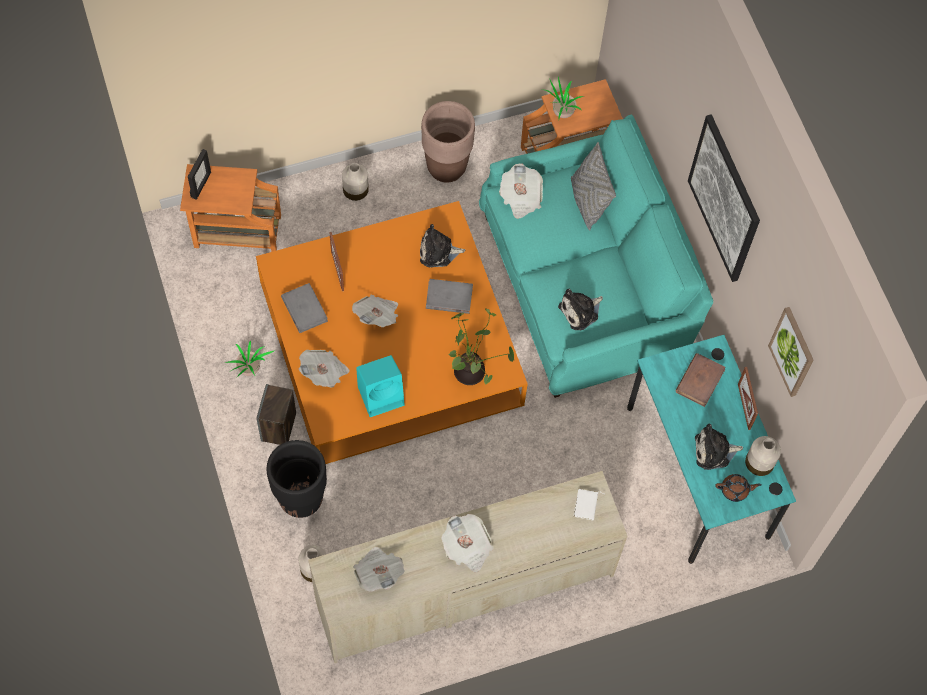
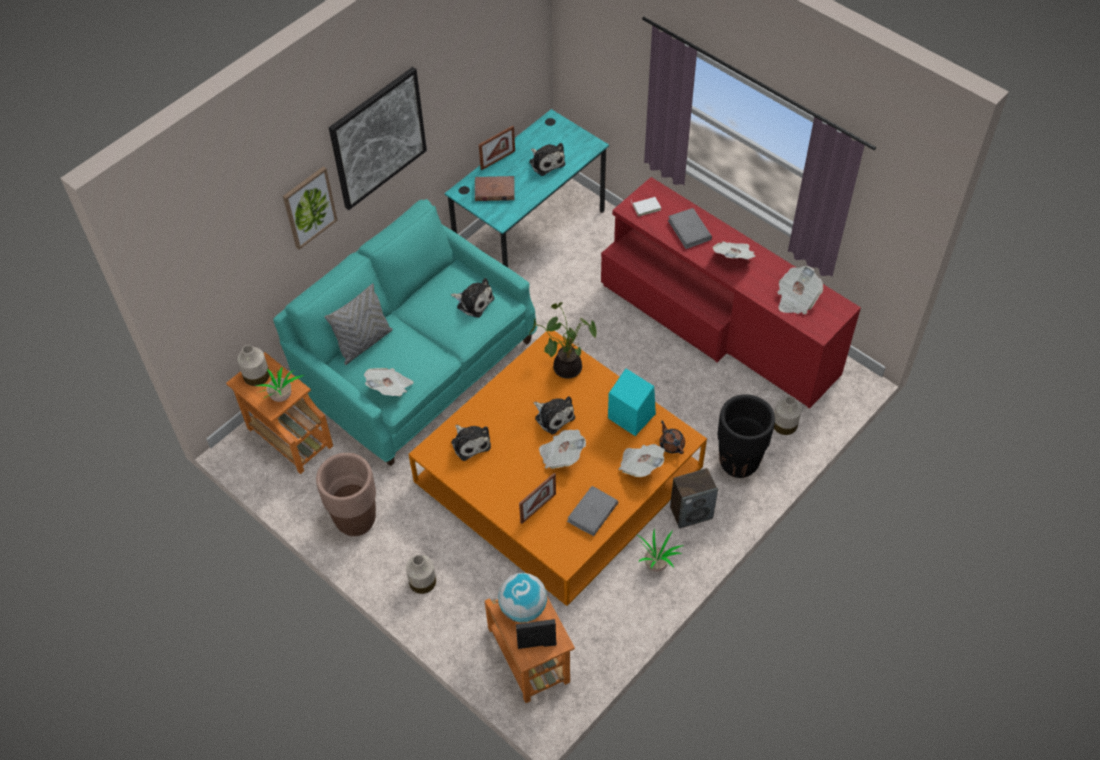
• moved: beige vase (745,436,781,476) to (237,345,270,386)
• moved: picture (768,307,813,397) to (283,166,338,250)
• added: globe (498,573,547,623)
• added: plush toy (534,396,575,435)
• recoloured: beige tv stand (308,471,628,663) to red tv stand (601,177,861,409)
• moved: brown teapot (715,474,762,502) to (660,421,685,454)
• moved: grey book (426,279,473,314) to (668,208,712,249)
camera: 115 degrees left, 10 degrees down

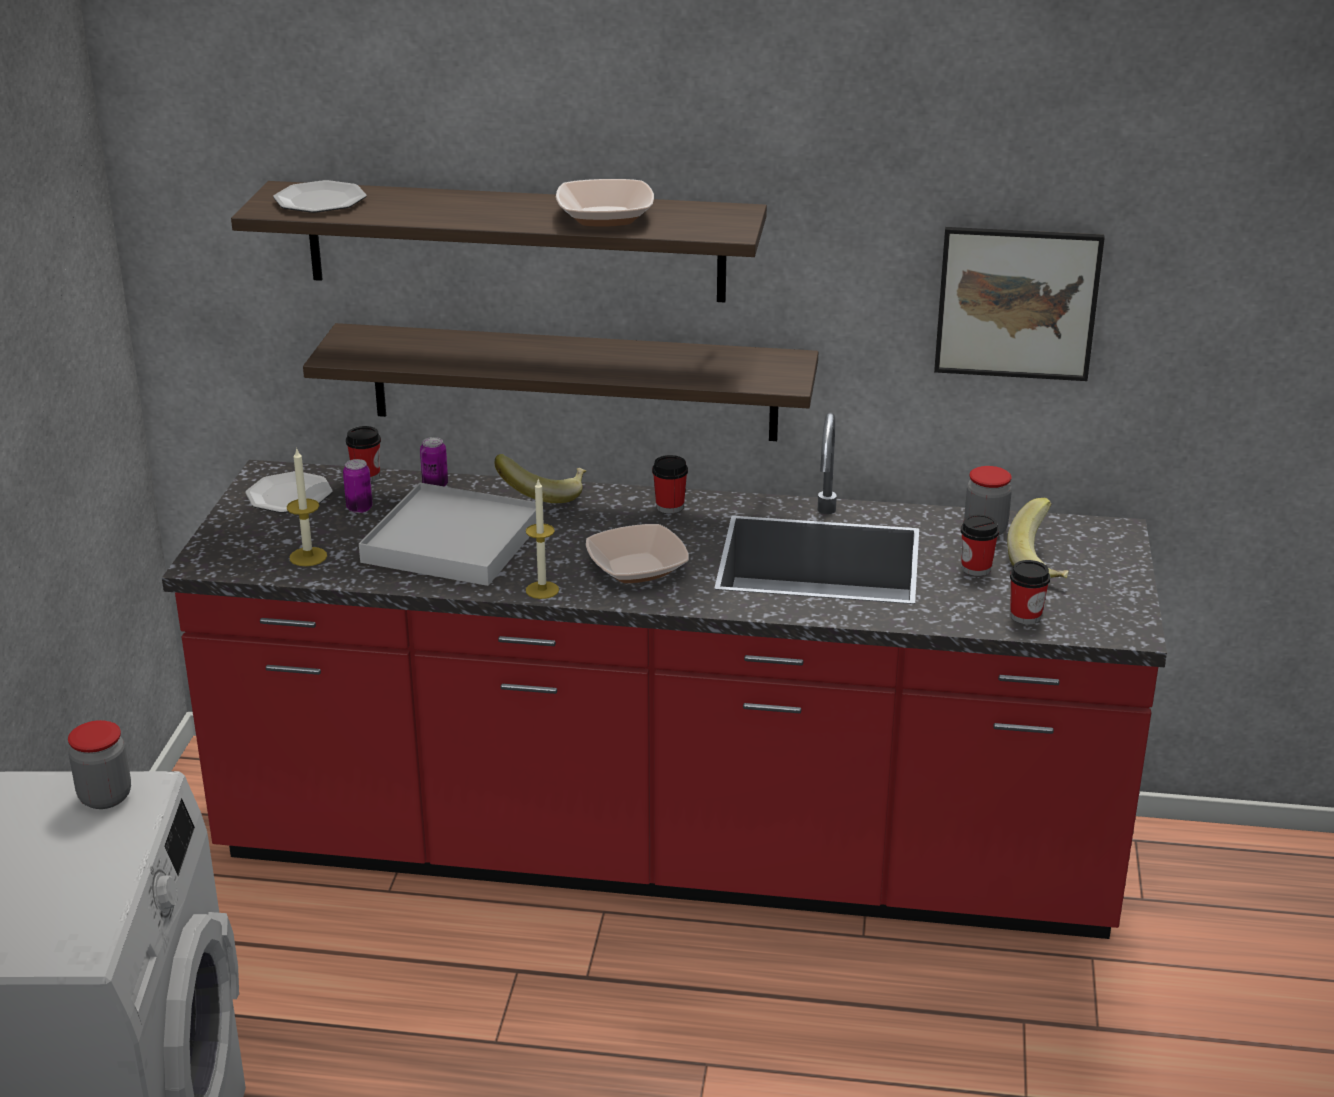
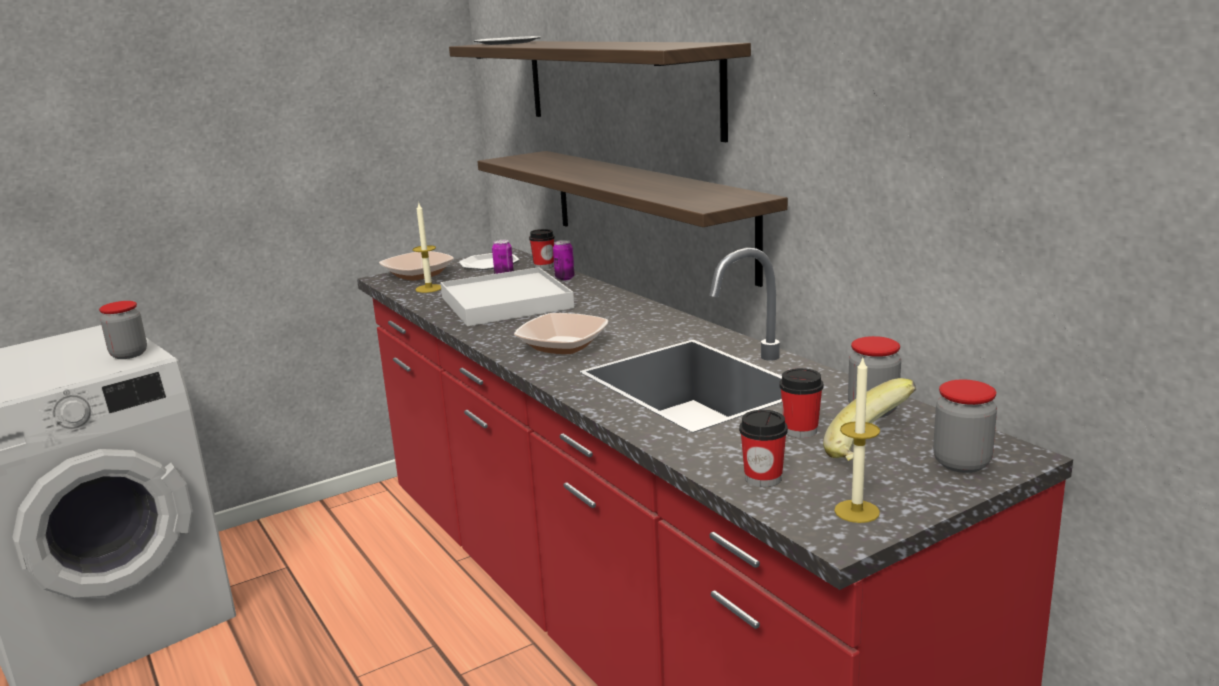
• moved: bowl (556,179,654,227) to (379,251,454,281)
• moved: candle (526,478,559,599) to (834,358,880,523)
• added: jar (933,379,997,473)
• removed: banana (495,454,586,503)
• removed: cup (652,455,688,513)
• removed: picture (934,227,1105,381)
camera: 50 degrees right, 10 degrees down

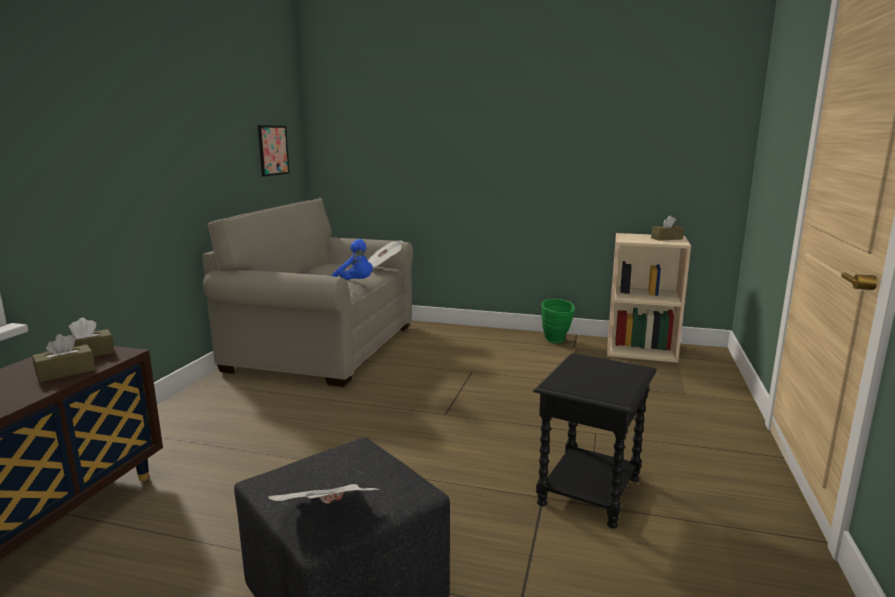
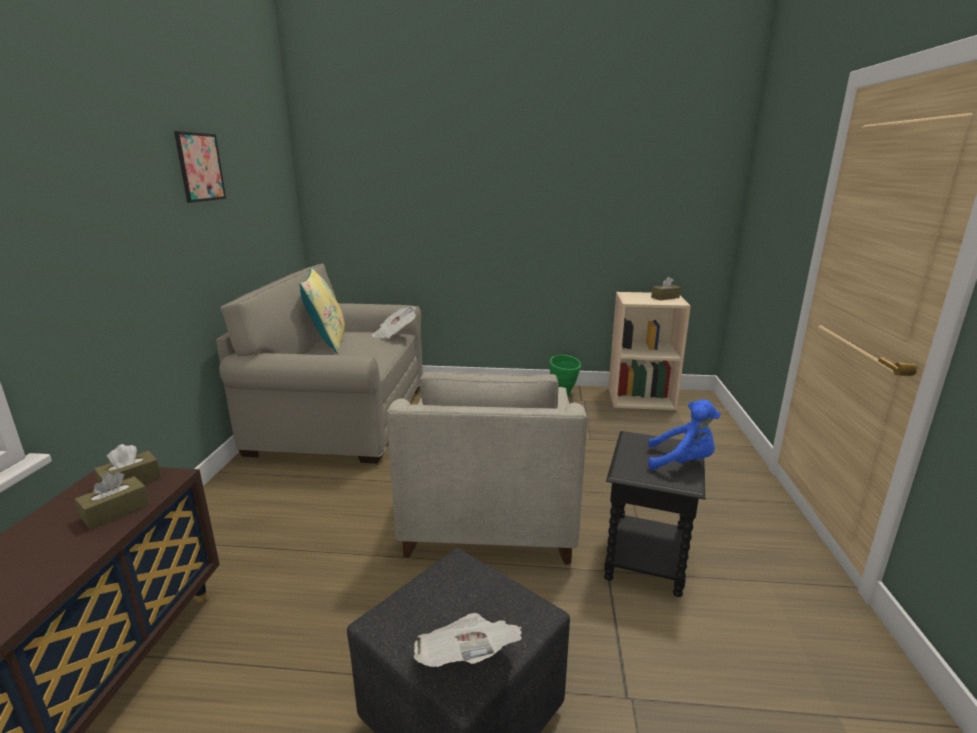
• moved: picture (258,125,289,176) to (174,131,226,203)
• added: yellow pillow (300,268,345,353)
• added: beige armchair (387,372,587,565)
• moved: blue plush toy (331,239,373,280) to (648,400,720,470)
camera: 10 degrees left, 5 degrees up

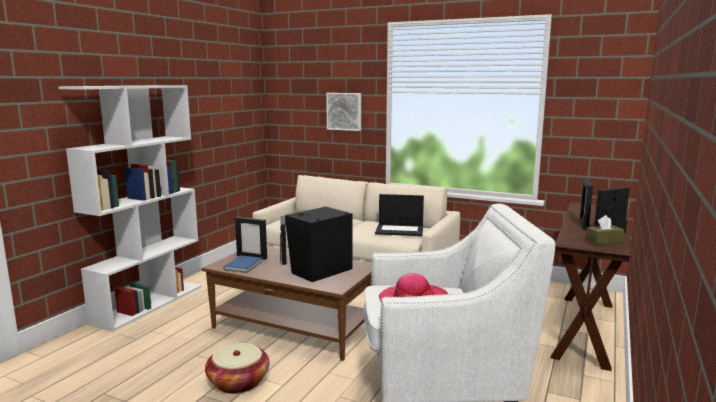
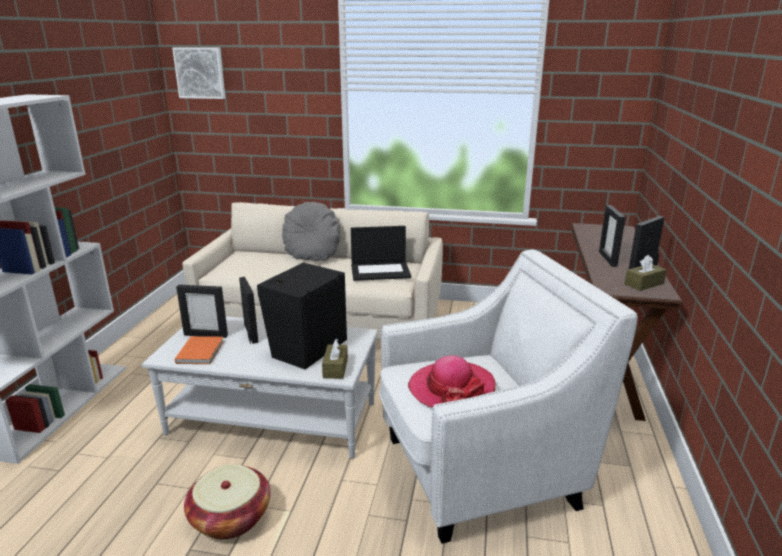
• recoloured: brown coffee table (202,248,372,361) to white coffee table (141,316,378,459)
• moved: picture (326,93,361,131) to (172,47,225,99)
• recoloured: blue book (224,255,263,273) to orange book (175,336,224,364)
• added: grey pillow (282,202,341,261)
• added: brown tissue box (322,339,348,379)
camera: 15 degrees left, 10 degrees up

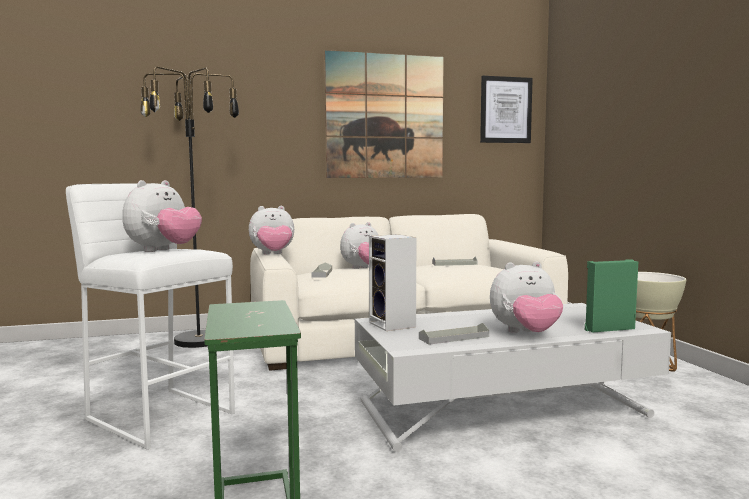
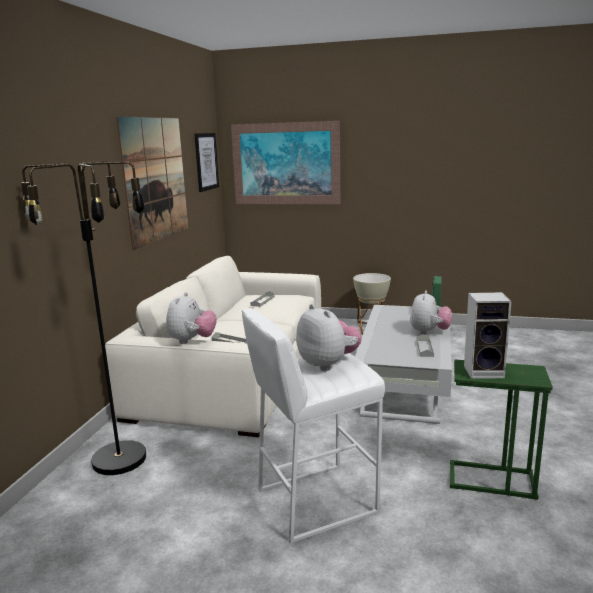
• added: picture (231,121,340,204)
• moved: speaker (369,234,416,331) to (464,292,511,379)
• removed: plush toy (340,222,378,269)
camera: 60 degrees left, 10 degrees up

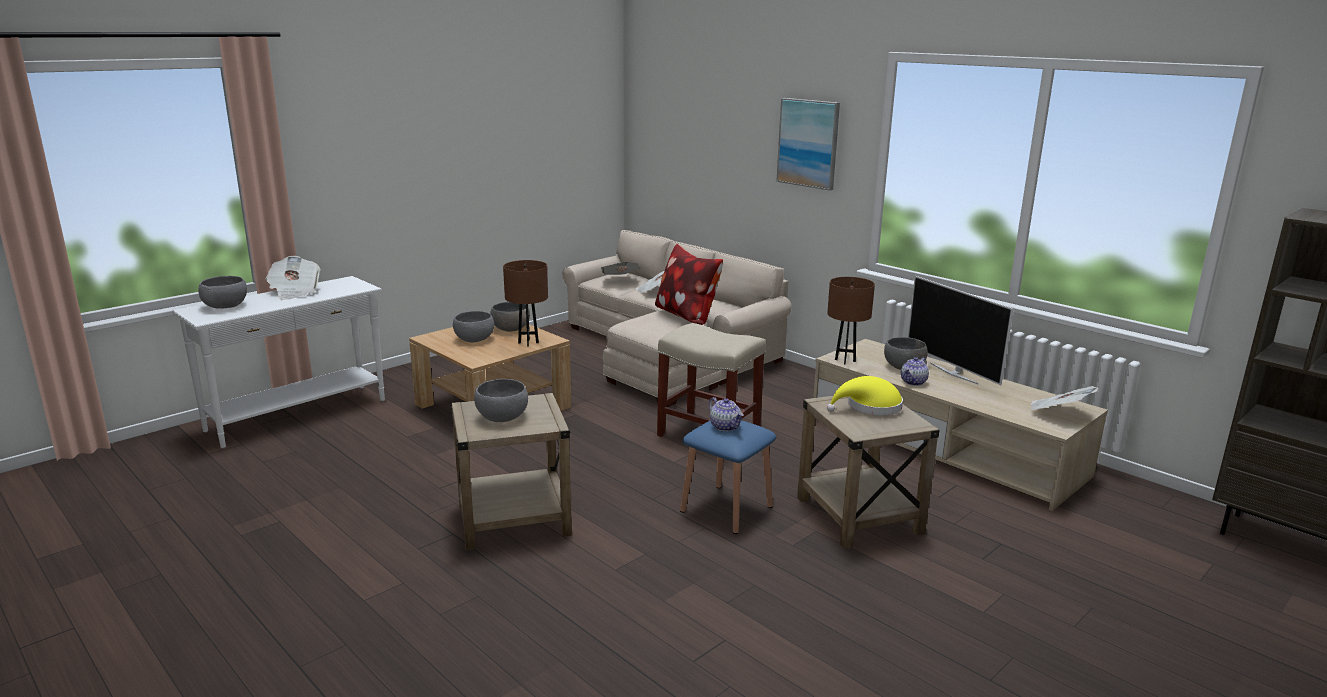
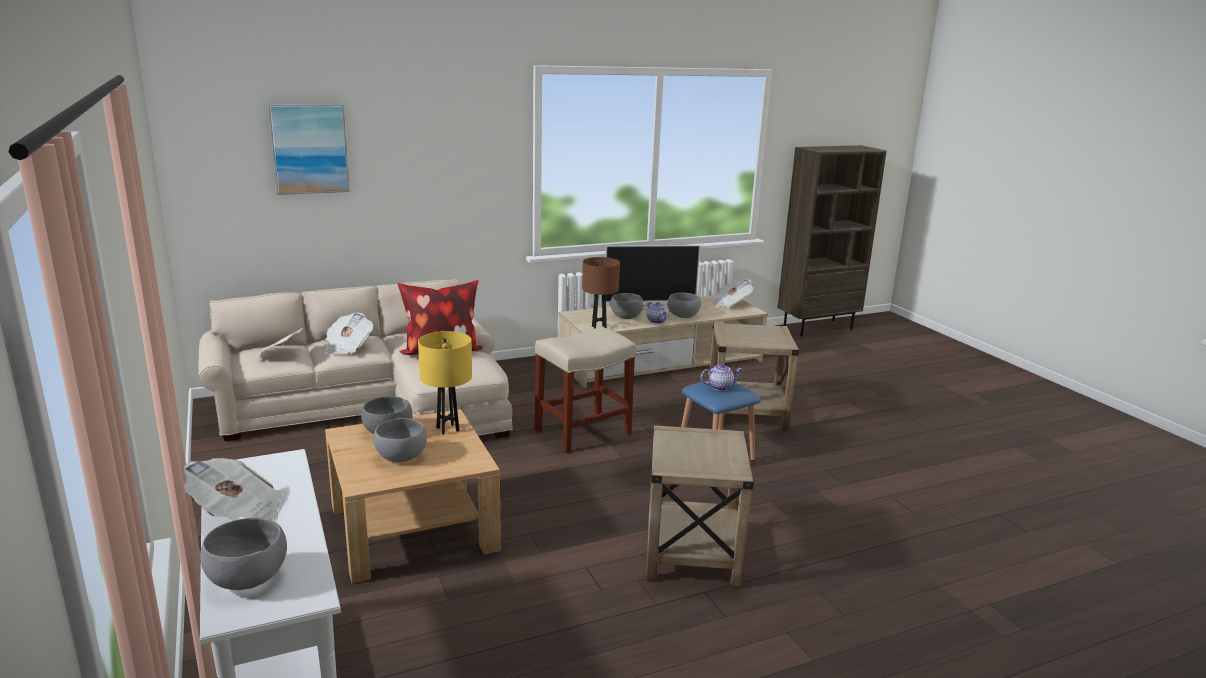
• moved: picture (776,98,840,191) to (268,104,350,195)
• recoloured: brown table lamp (503,260,548,347) to yellow table lamp (418,331,472,435)
• moved: grey bowl (474,379,528,422) to (667,293,701,318)
• removed: yellow hat (827,376,903,416)
camera: 70 degrees left, 0 degrees up

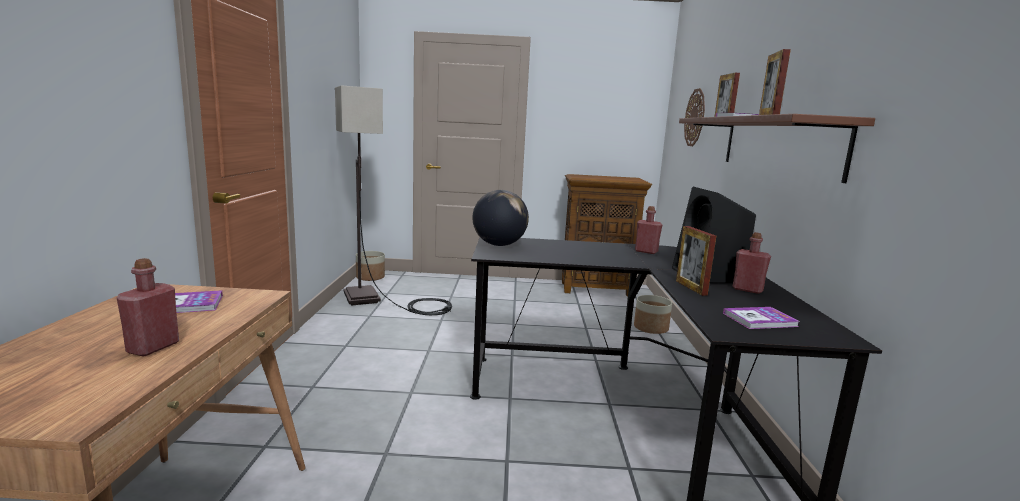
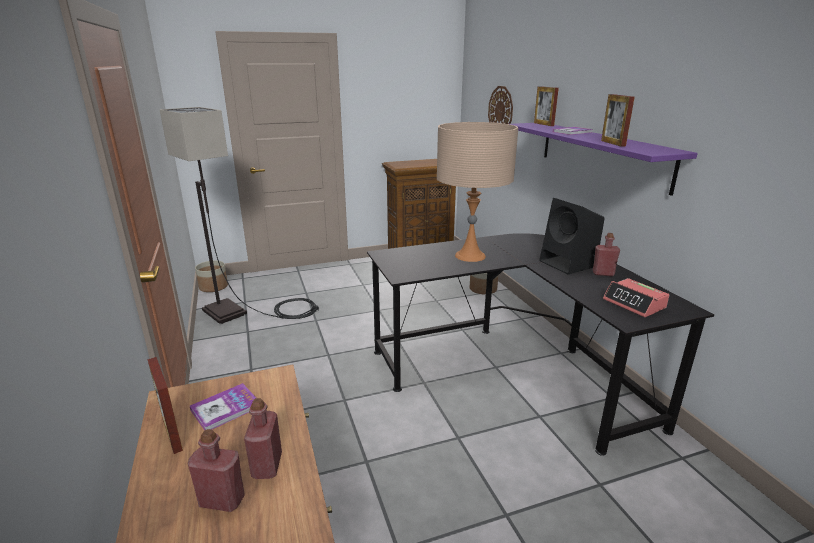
• moved: picture frame (676,226,716,296) to (147,357,183,454)
• moved: red bottle (635,206,662,254) to (188,429,245,512)
• added: beige table lamp (437,122,518,262)
• recoloured: brown shelf (679,114,875,183) to purple shelf (510,123,698,196)
• replaced: book (723,307,799,329) to alarm clock (603,278,669,317)
• removed: globe (472,190,529,246)
camera: 20 degrees left, 10 degrees up

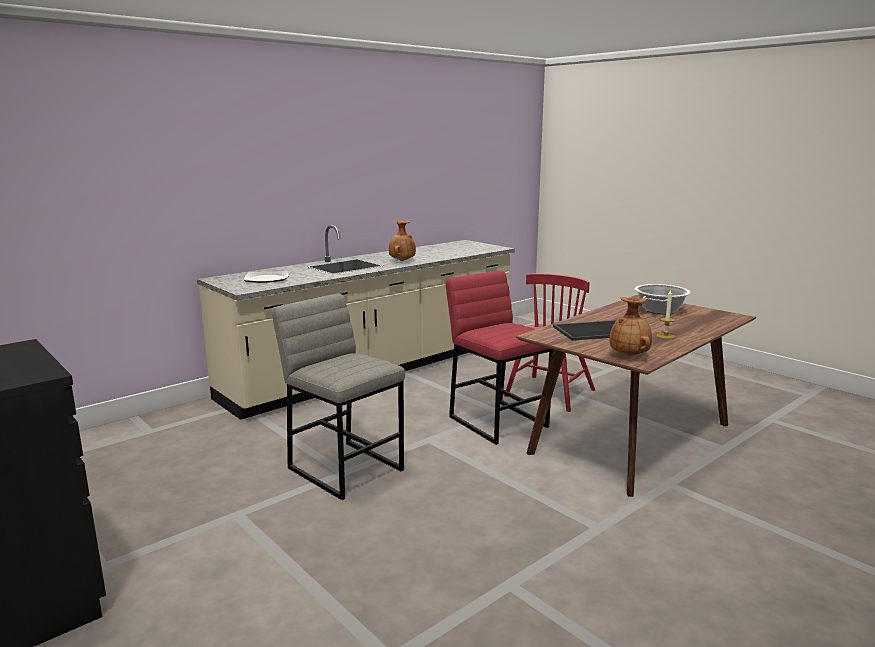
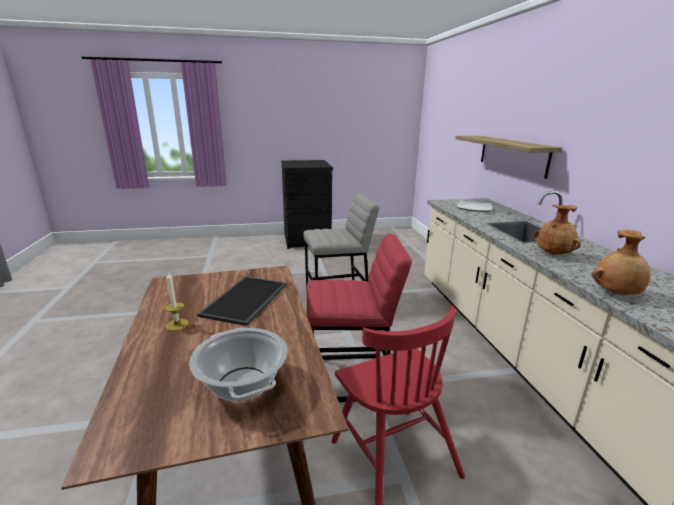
• added: shelf (456,136,562,179)
• moved: brown vase (609,297,652,356) to (592,230,651,294)
camera: 120 degrees right, 5 degrees up

